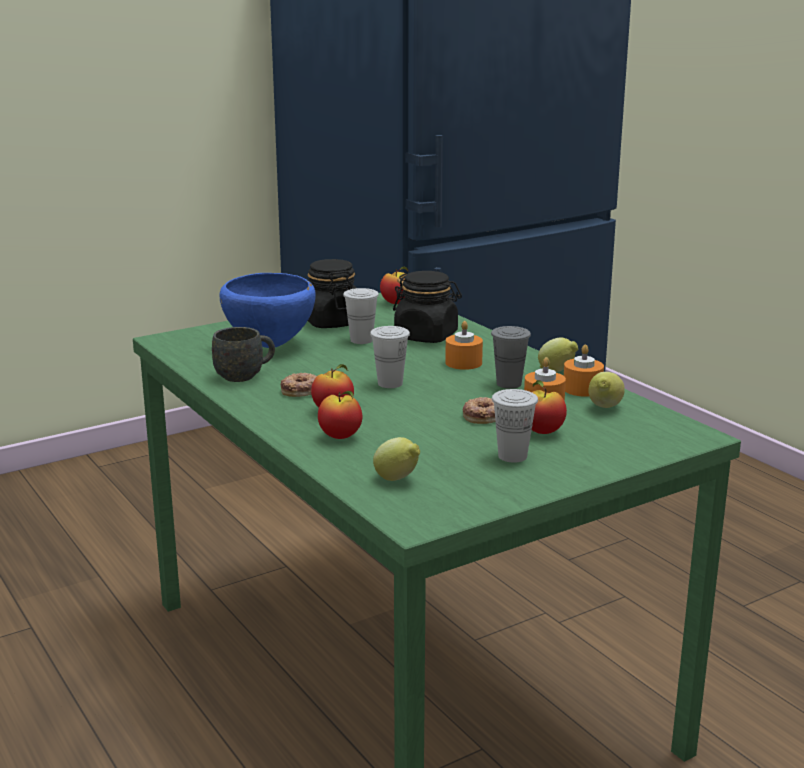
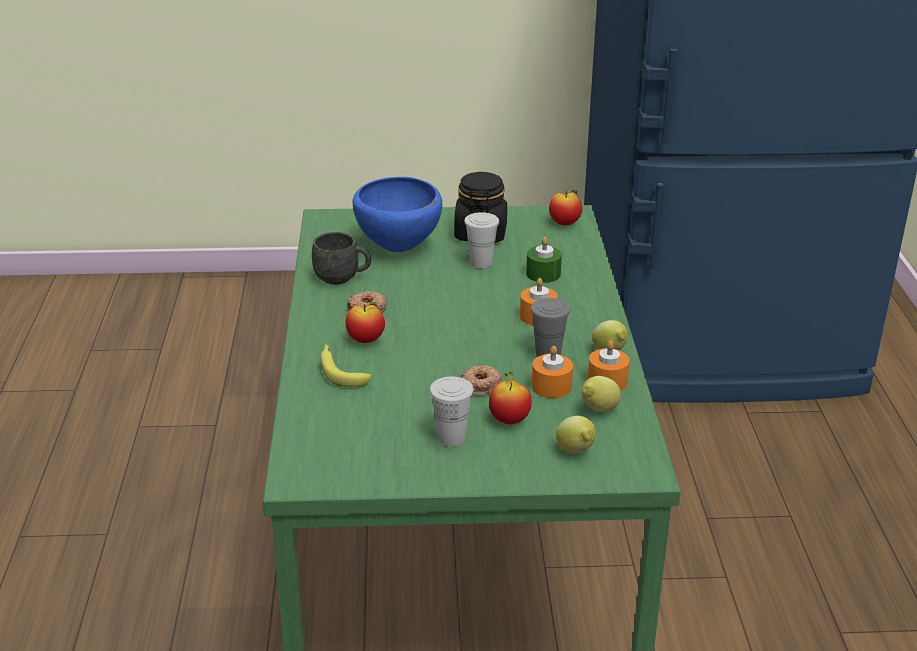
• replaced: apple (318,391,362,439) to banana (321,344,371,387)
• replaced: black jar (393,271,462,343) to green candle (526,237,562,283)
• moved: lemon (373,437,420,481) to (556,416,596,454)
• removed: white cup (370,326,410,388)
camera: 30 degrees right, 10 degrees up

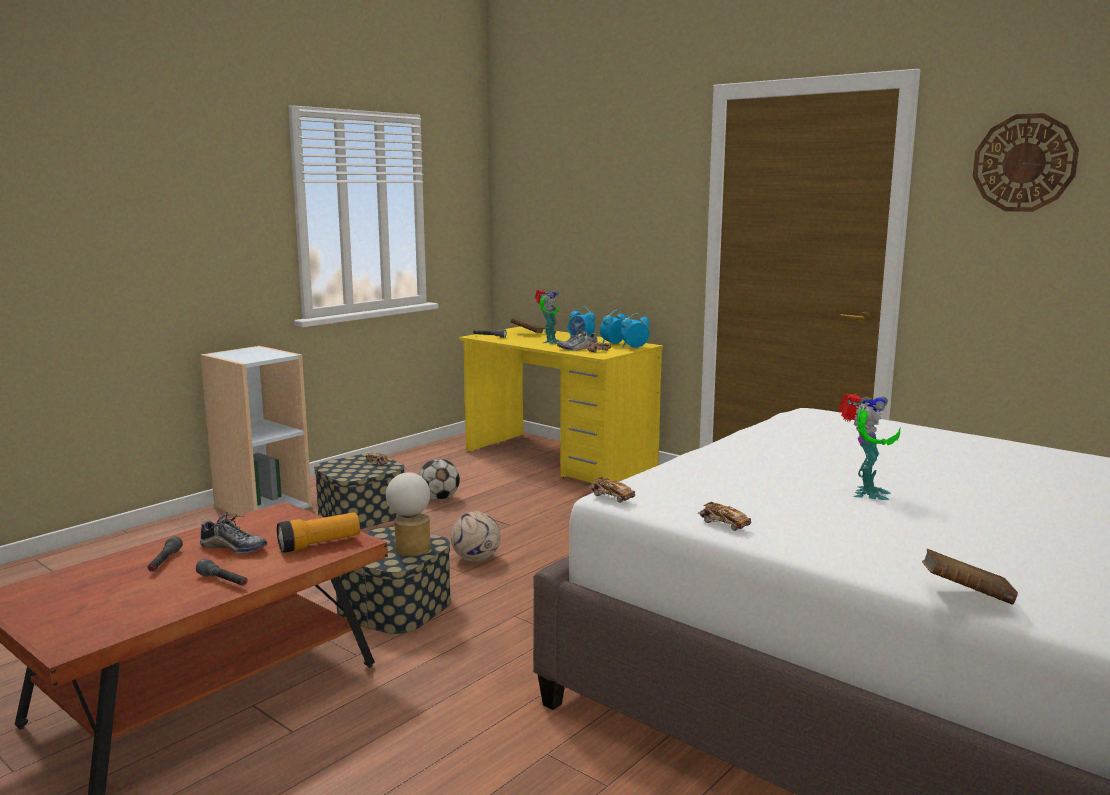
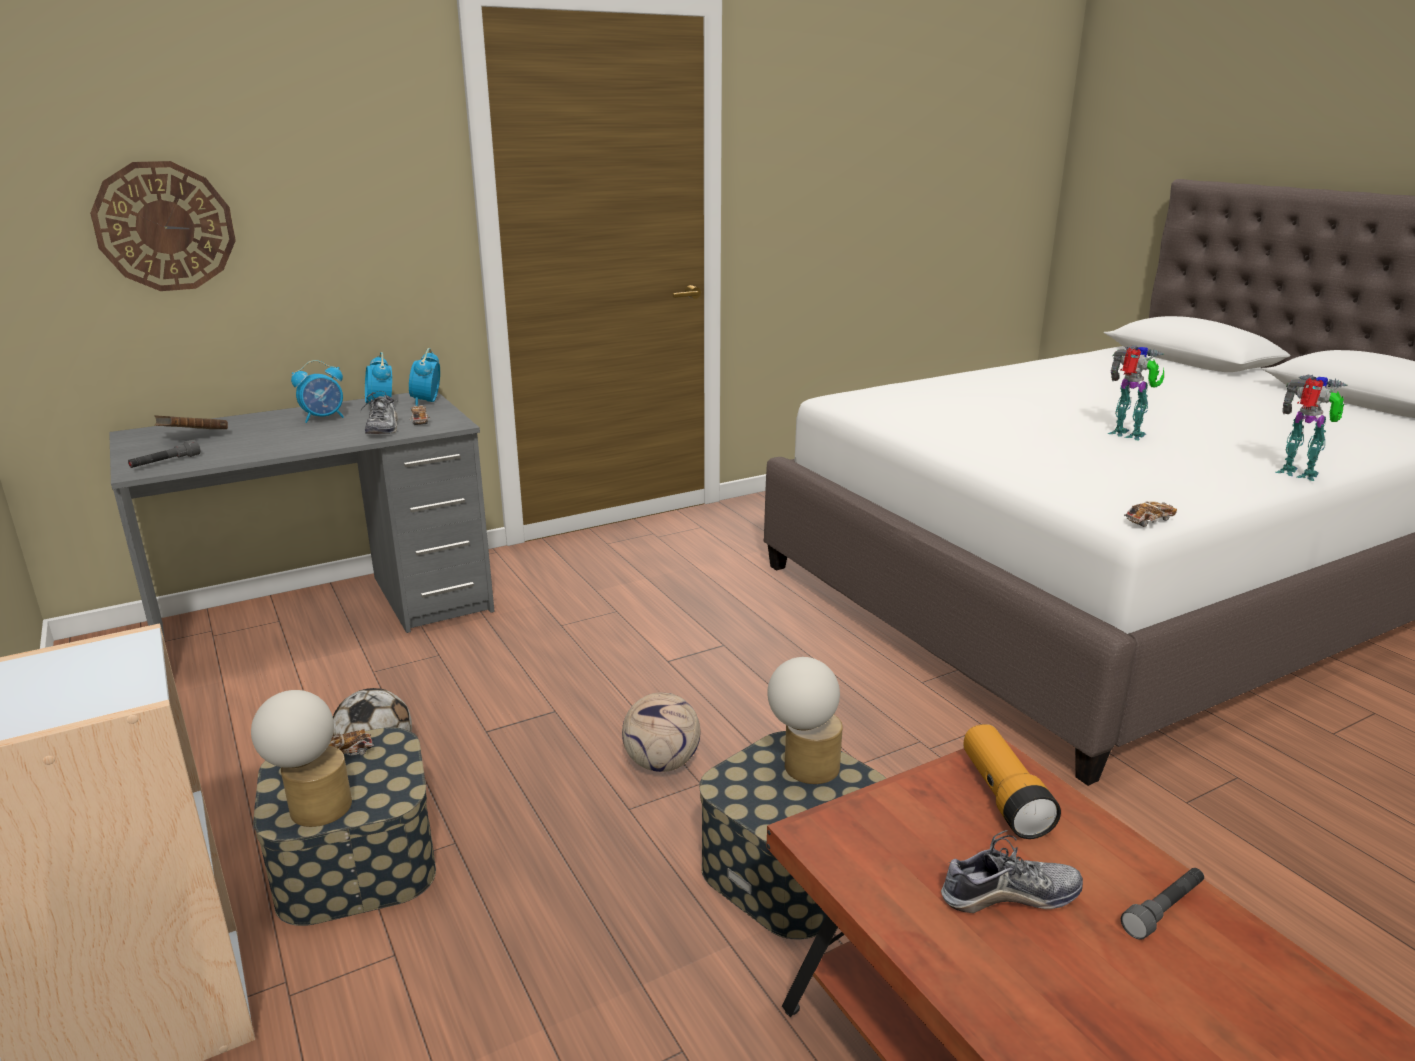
• moved: wall clock (973,113,1079,212) to (90,161,236,291)
• recoloured: yellow desk (459,326,663,483) to grey desk (109,392,495,641)
• added: table lamp (251,690,352,827)
• turned: shoe (200,512,267,554) = (941,830,1083,913) 45 degrees clockwise
• moved: toy robot (535,290,562,344) to (1275,375,1347,481)
• removed: grey flashlight (148,536,183,572)
• removed: toy car (698,502,751,531)
• removed: brown book (922,549,1018,605)
camera: 70 degrees left, 10 degrees up

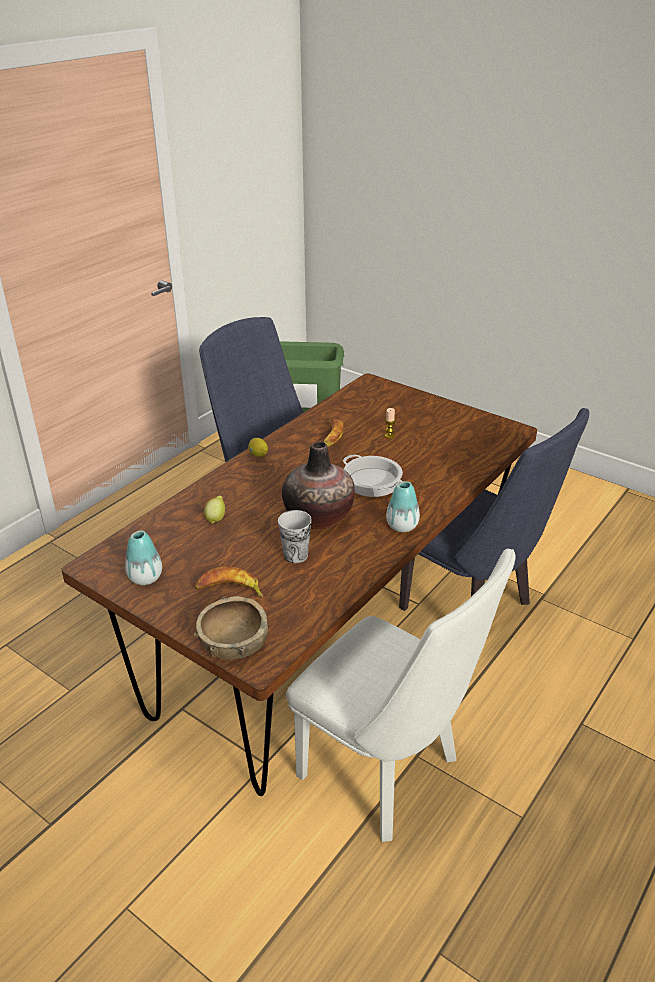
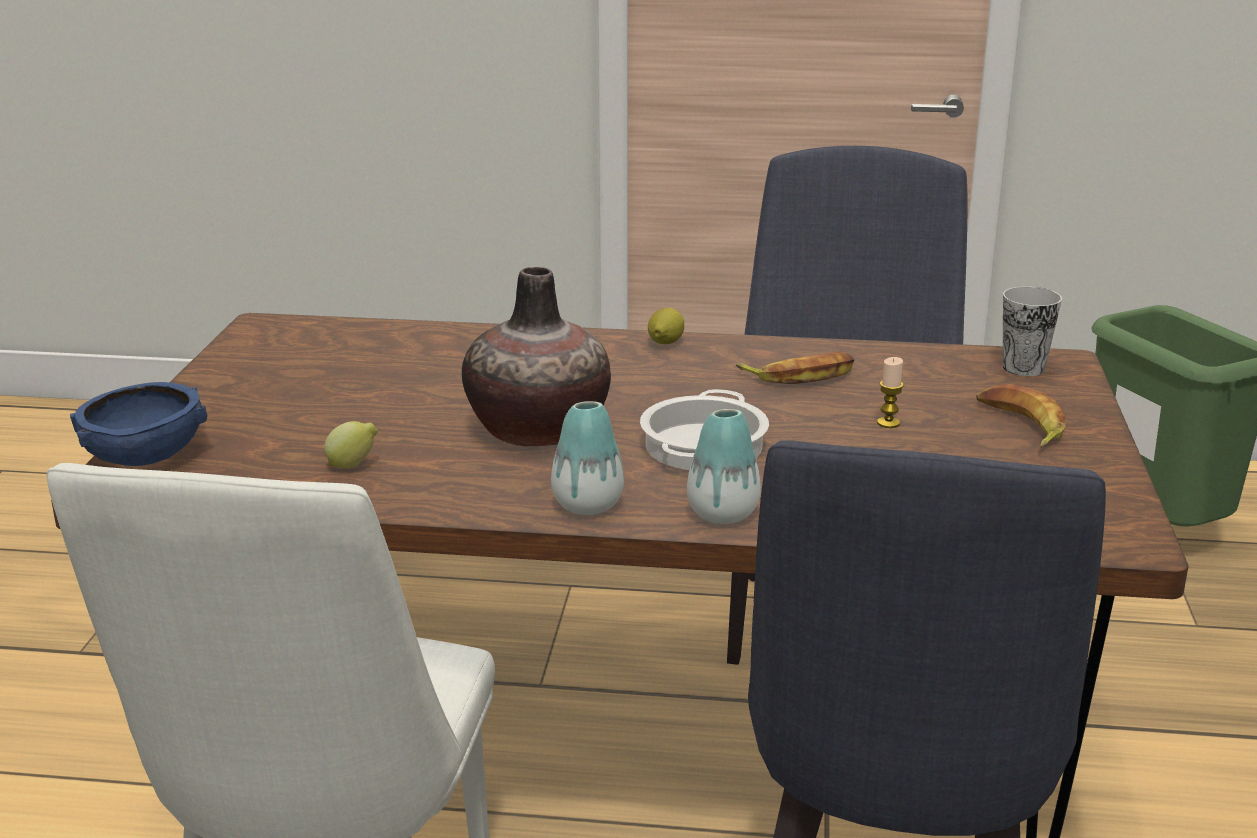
• recoloured: brown bowl (194,596,268,660) to blue bowl (70,382,207,466)
• moved: lemon (204,496,225,524) to (324,421,378,469)
• moved: vase (125,530,162,585) to (687,409,761,524)
• moved: banana (195,566,263,598) to (976,384,1066,448)
• moved: cup (278,510,312,563) to (1003,286,1062,376)
camera: 60 degrees right, 10 degrees down

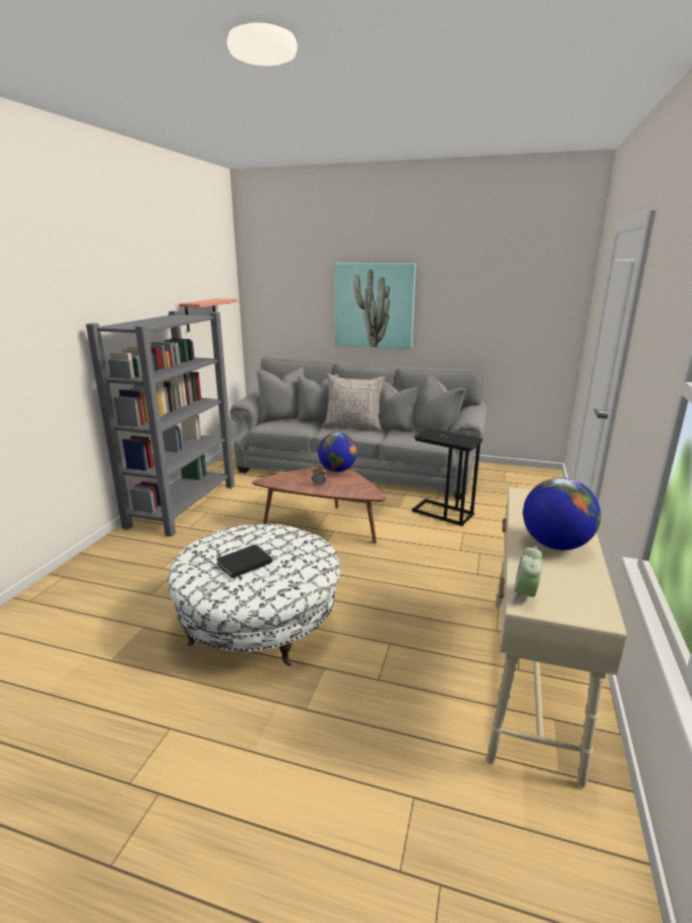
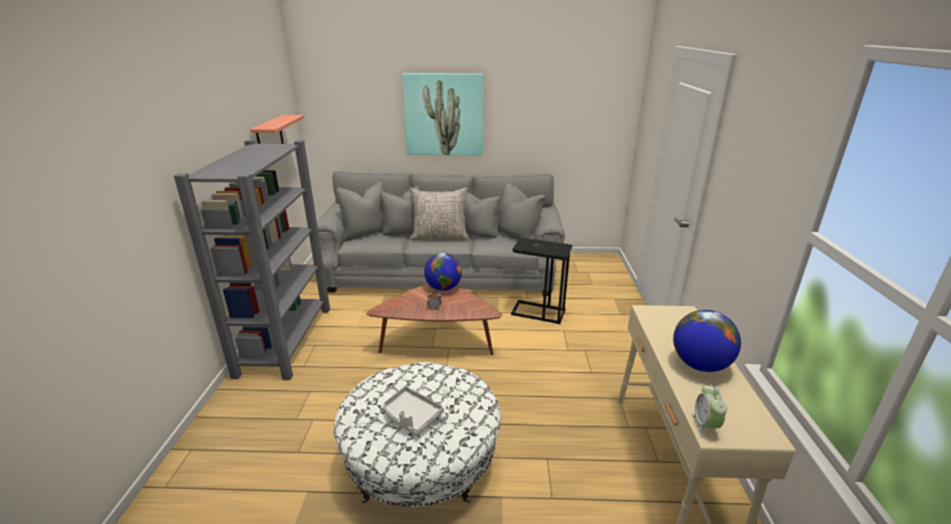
• replaced: black book (216,545,272,579) to grey tray (383,386,444,436)
camera: 15 degrees left, 5 degrees up

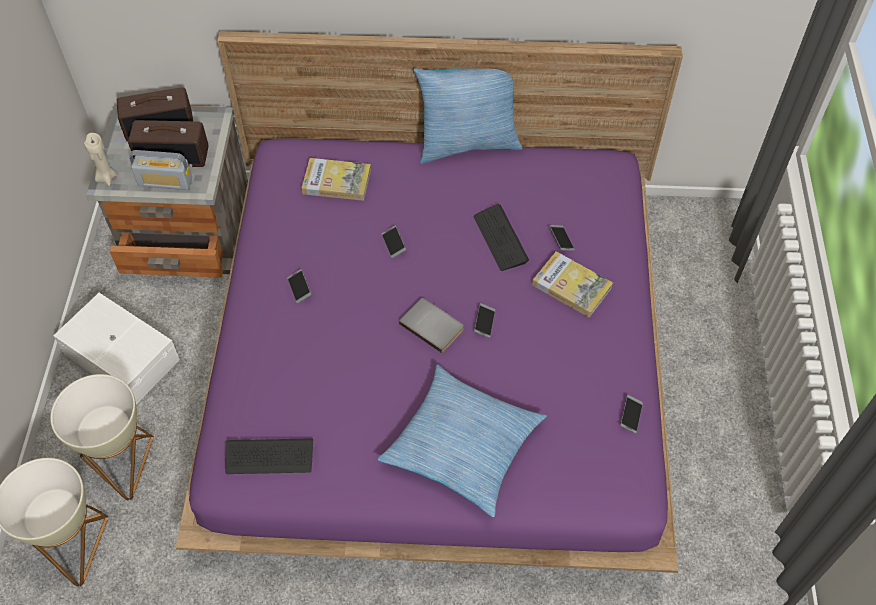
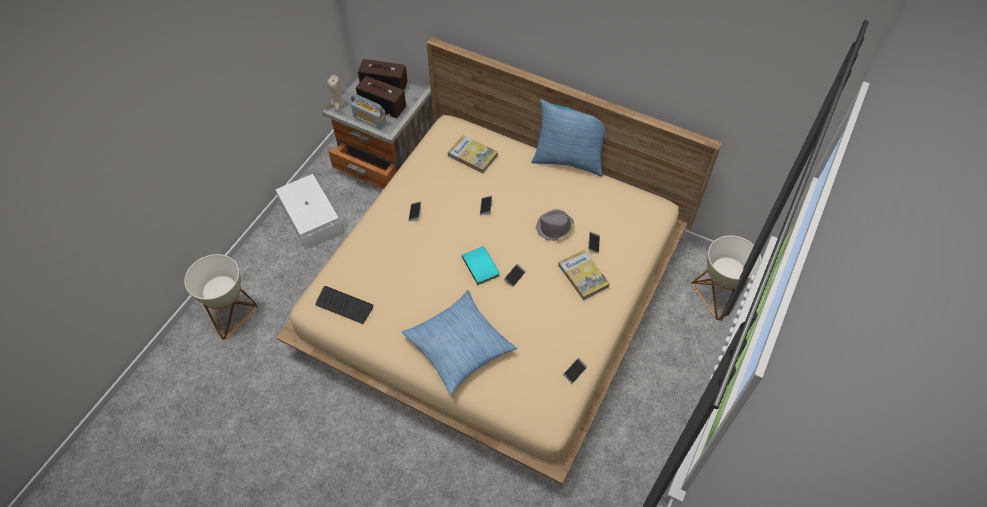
• recoloured: purple bed (176,31,683,573) to beige bed (276,37,722,484)
• recoloured: grey book (399,298,464,353) to turquoise book (462,246,500,285)
• replaced: keyboard (474,204,529,271) to grey hat (536,209,574,241)
• moved: planter (50,374,154,501) to (691,235,762,320)
camera: 25 degrees right, 0 degrees up

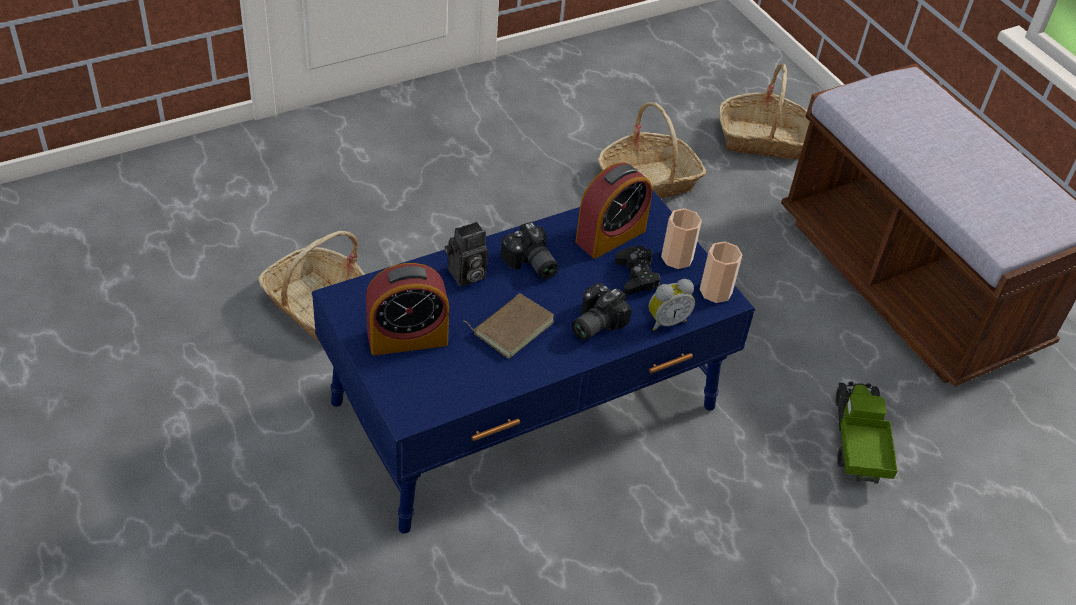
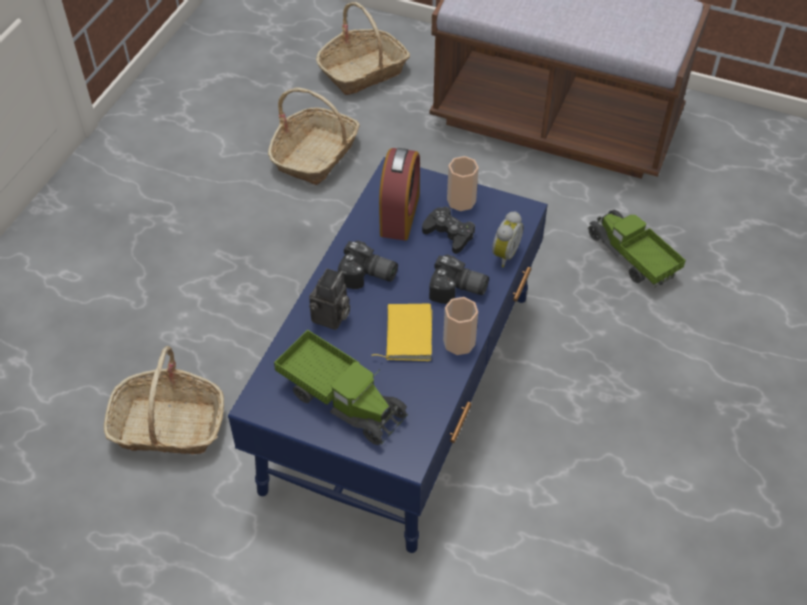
• replaced: alarm clock (366,263,449,355) to toy truck (274,330,408,445)
• recoloured: brown book (464,293,554,358) to yellow book (371,304,432,361)
• turned: photo camera (572,283,632,340) = (429,254,489,304) 75 degrees counterclockwise
• moved: cup (700,241,742,303) to (443,297,478,355)
camera: 35 degrees left, 5 degrees up

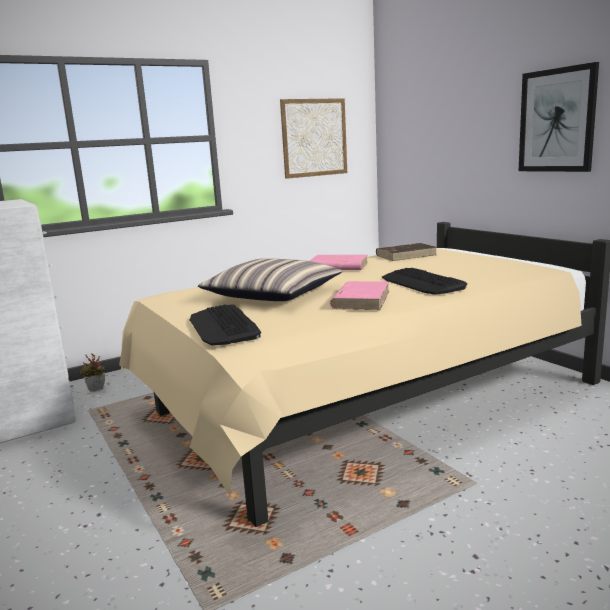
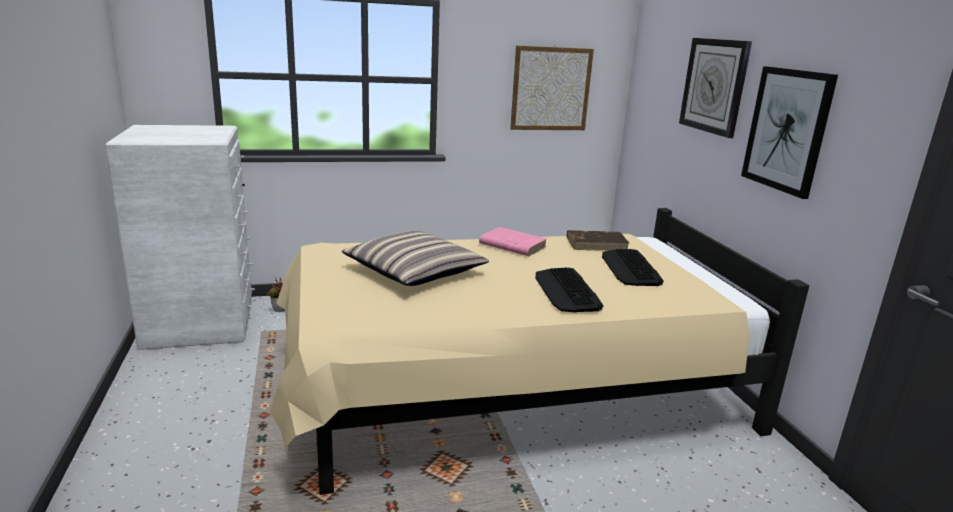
• moved: keyboard (189,304,261,346) to (602,249,664,286)
• added: wall clock (679,38,752,138)
• removed: pink book (330,281,390,310)
camera: 15 degrees right, 5 degrees up

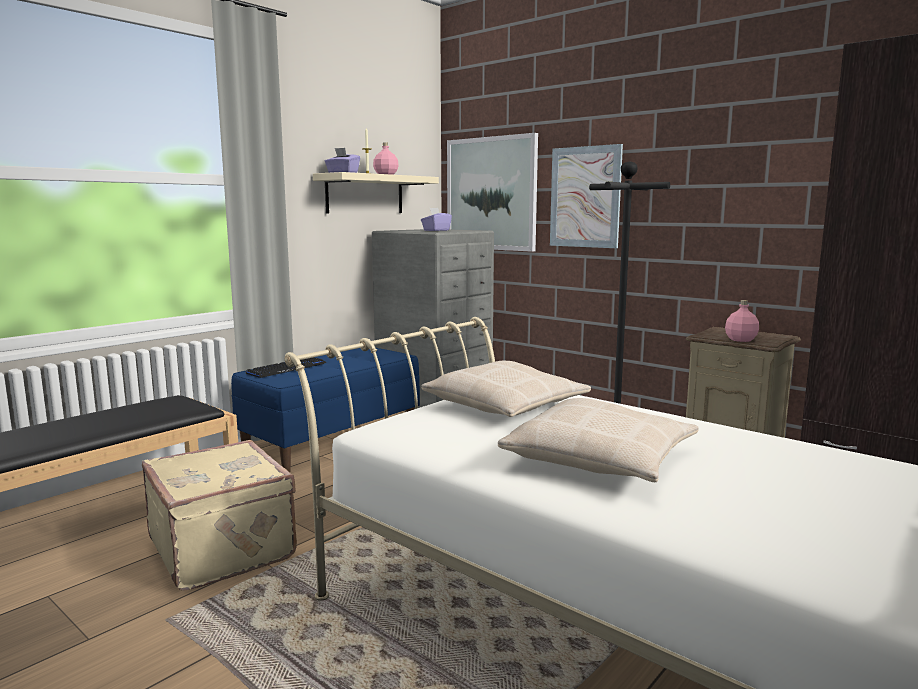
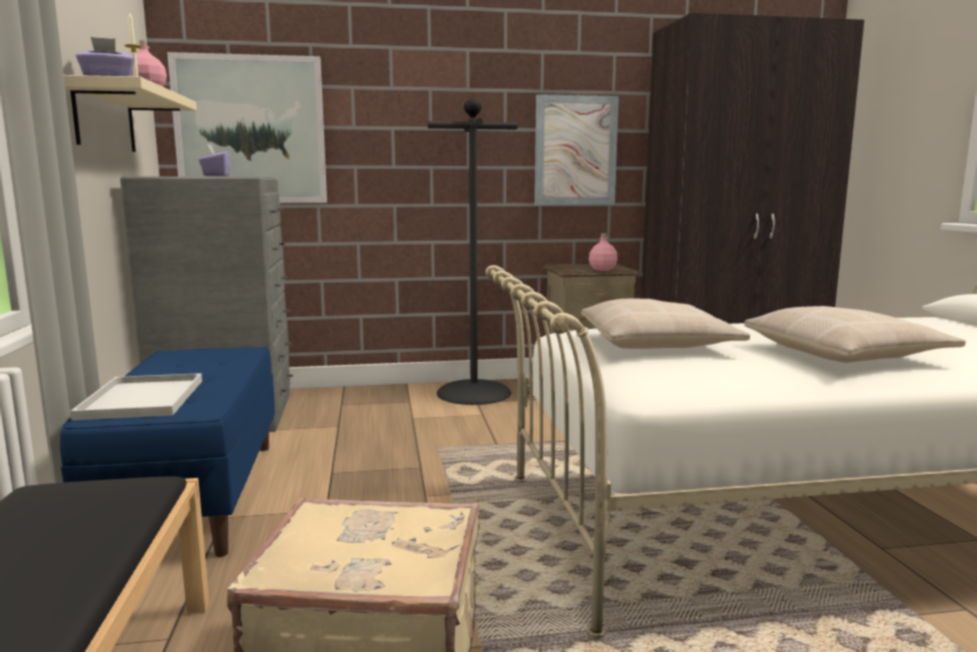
• replaced: keyboard (245,357,327,378) to white tray (70,373,202,420)
• moved: picture (550,144,623,248) to (535,94,619,205)
camera: 50 degrees left, 0 degrees up

